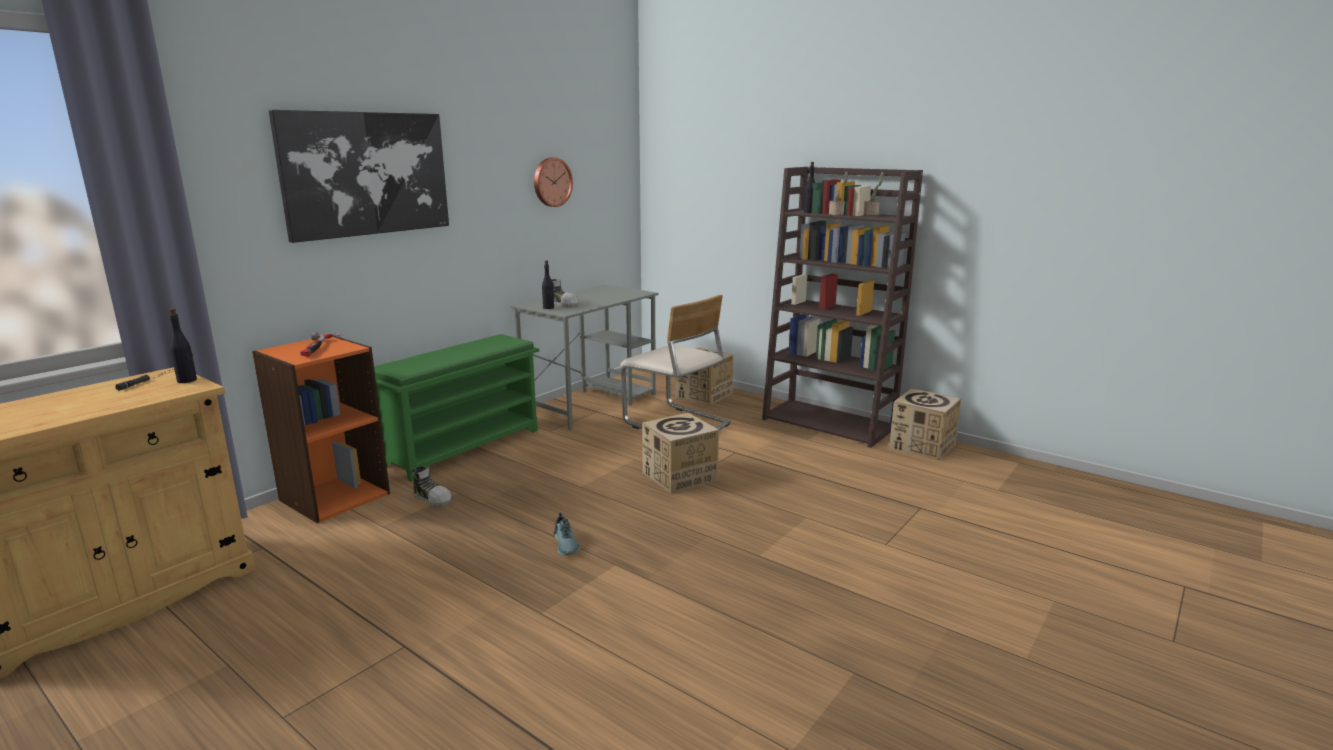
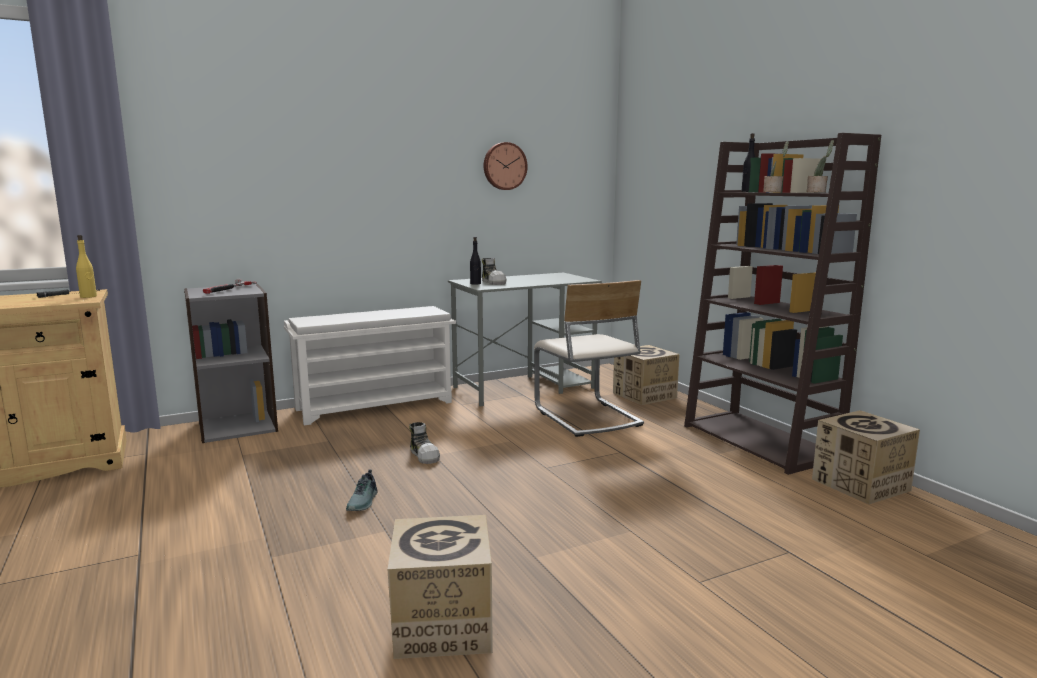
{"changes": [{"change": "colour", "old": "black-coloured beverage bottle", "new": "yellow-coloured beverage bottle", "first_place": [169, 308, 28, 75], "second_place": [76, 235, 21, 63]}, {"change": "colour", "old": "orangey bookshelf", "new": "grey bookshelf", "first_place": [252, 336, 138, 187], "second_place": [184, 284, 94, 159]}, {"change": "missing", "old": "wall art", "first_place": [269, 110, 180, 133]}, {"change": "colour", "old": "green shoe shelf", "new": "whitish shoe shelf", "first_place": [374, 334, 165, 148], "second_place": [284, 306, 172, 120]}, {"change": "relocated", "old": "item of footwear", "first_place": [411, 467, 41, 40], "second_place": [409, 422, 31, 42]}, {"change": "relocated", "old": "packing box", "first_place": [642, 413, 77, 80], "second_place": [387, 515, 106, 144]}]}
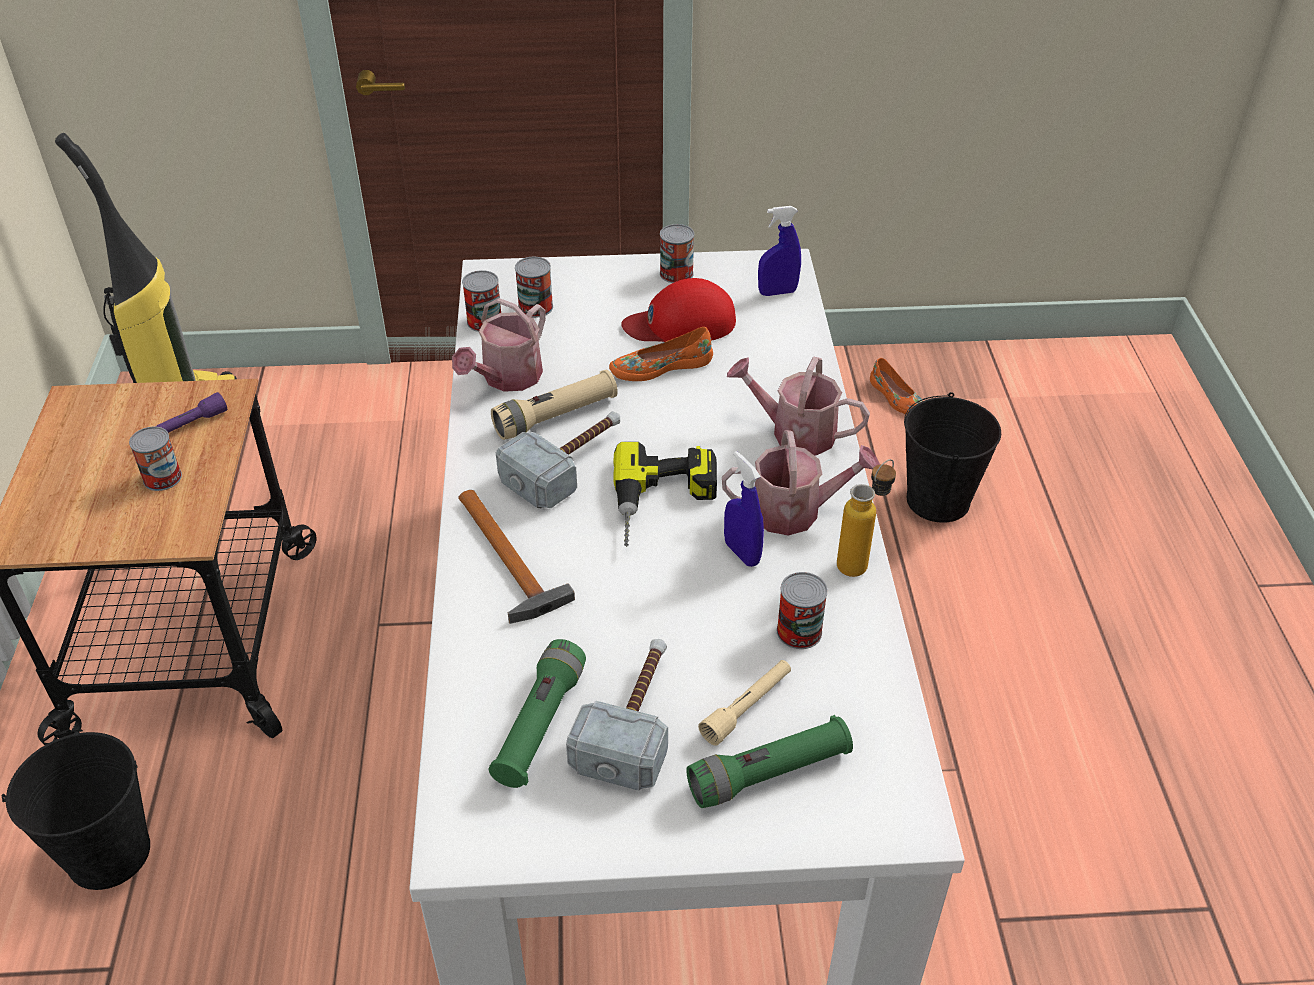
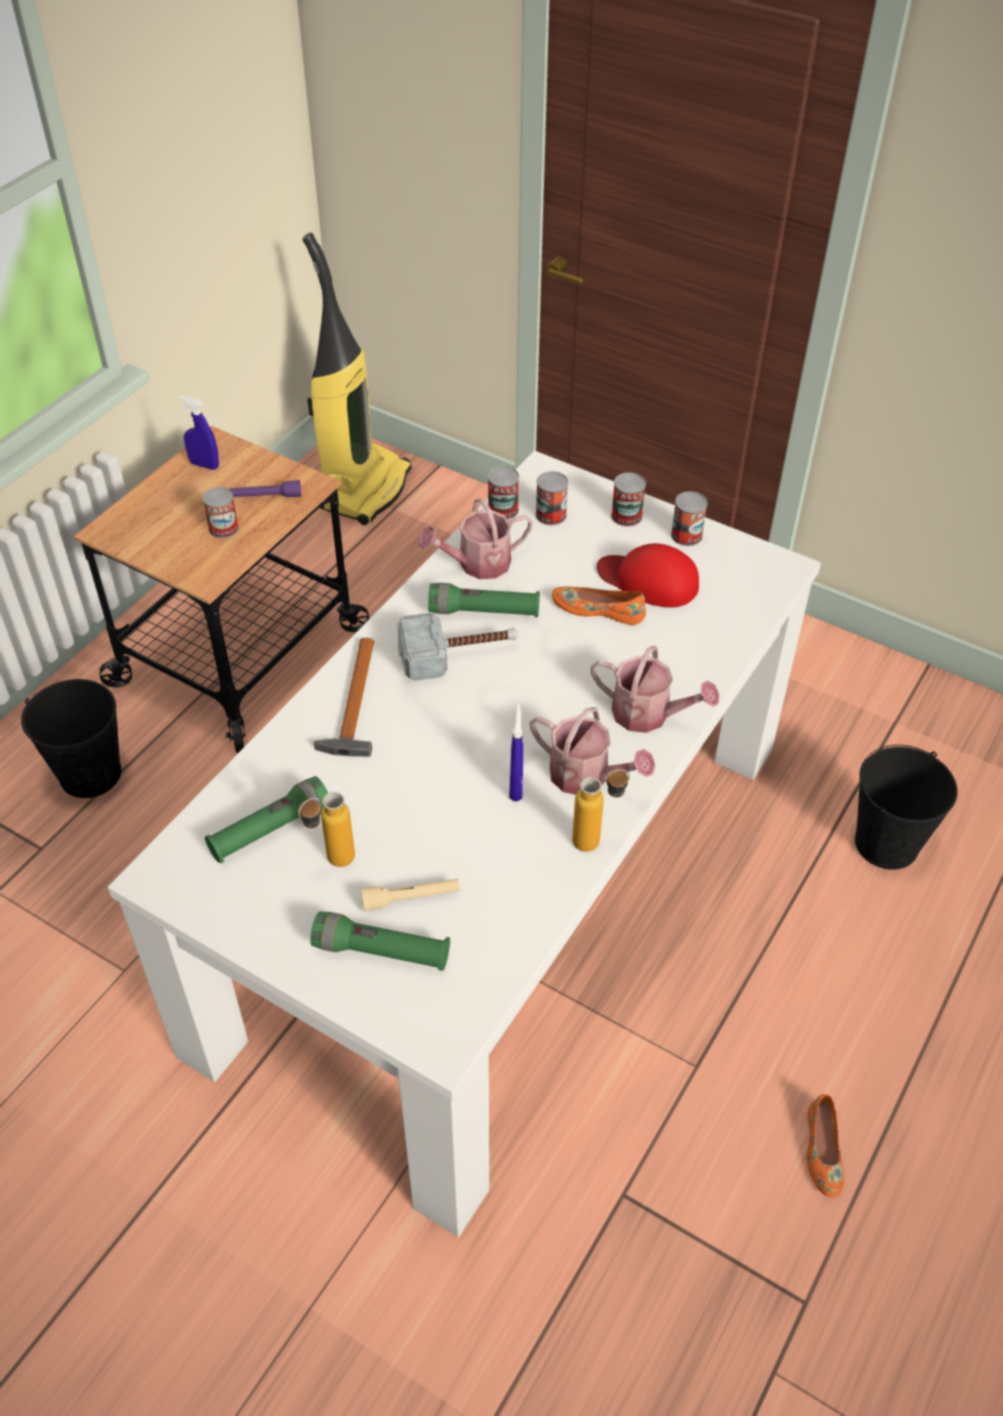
{"changes": [{"change": "colour", "old": "beige torch", "new": "green torch", "first_place": [491, 369, 127, 71], "second_place": [428, 583, 112, 34]}, {"change": "exchanged", "old": "tool hammer", "new": "beverage bottle", "first_place": [566, 639, 102, 152], "second_place": [298, 792, 57, 75]}, {"change": "missing", "old": "power drill", "first_place": [613, 442, 104, 105]}, {"change": "spun", "old": "watering can", "first_place": [727, 357, 143, 98], "second_place": [591, 646, 129, 87], "degrees": 150}, {"change": "relocated", "old": "blue hand sprayer", "first_place": [758, 206, 43, 90], "second_place": [179, 395, 40, 75]}, {"change": "relocated", "old": "can", "first_place": [777, 572, 51, 77], "second_place": [611, 472, 35, 55]}, {"change": "relocated", "old": "orangey item of footwear", "first_place": [870, 358, 53, 56], "second_place": [807, 1094, 37, 103]}]}
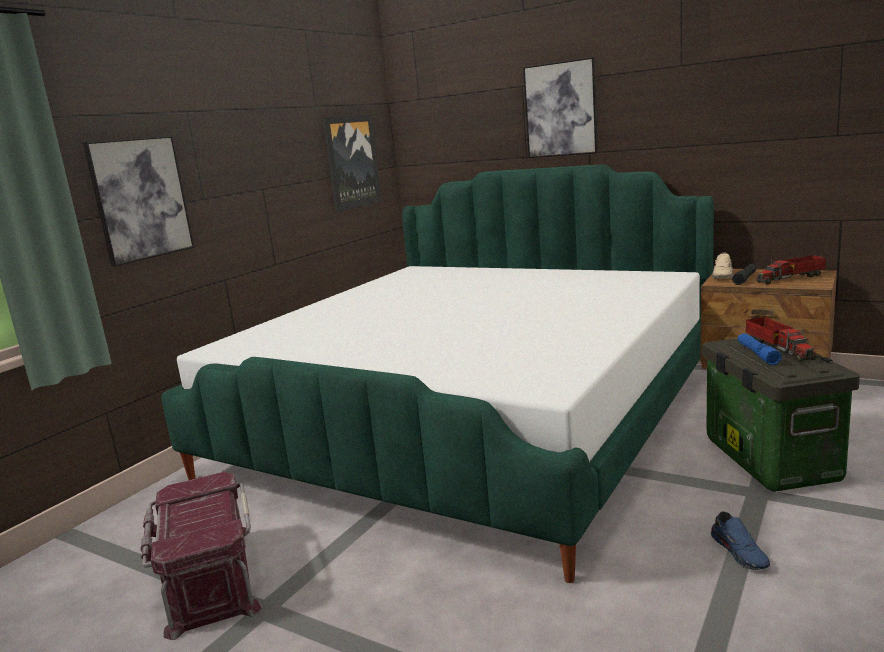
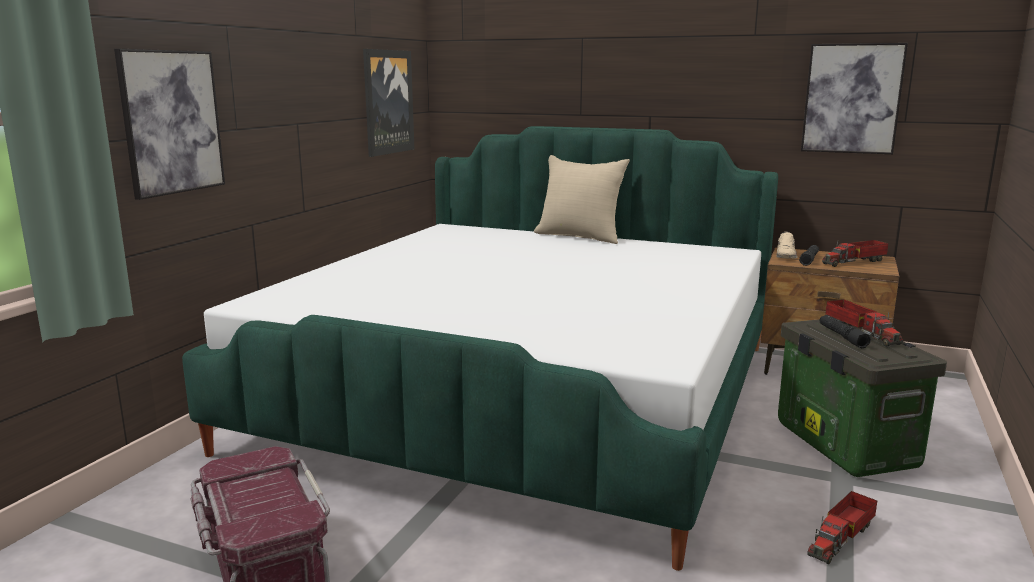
{"changes": [{"change": "relocated", "old": "wall art", "first_place": [523, 57, 75, 101], "second_place": [801, 43, 107, 111]}, {"change": "exchanged", "old": "blue item of footwear", "new": "toy lorry", "first_place": [711, 511, 59, 59], "second_place": [807, 491, 70, 73]}, {"change": "colour", "old": "blue torch", "new": "black-coloured torch", "first_place": [738, 333, 44, 32], "second_place": [819, 315, 52, 33]}, {"change": "appeared", "new": "beige pillow", "second_place": [534, 155, 96, 89]}]}
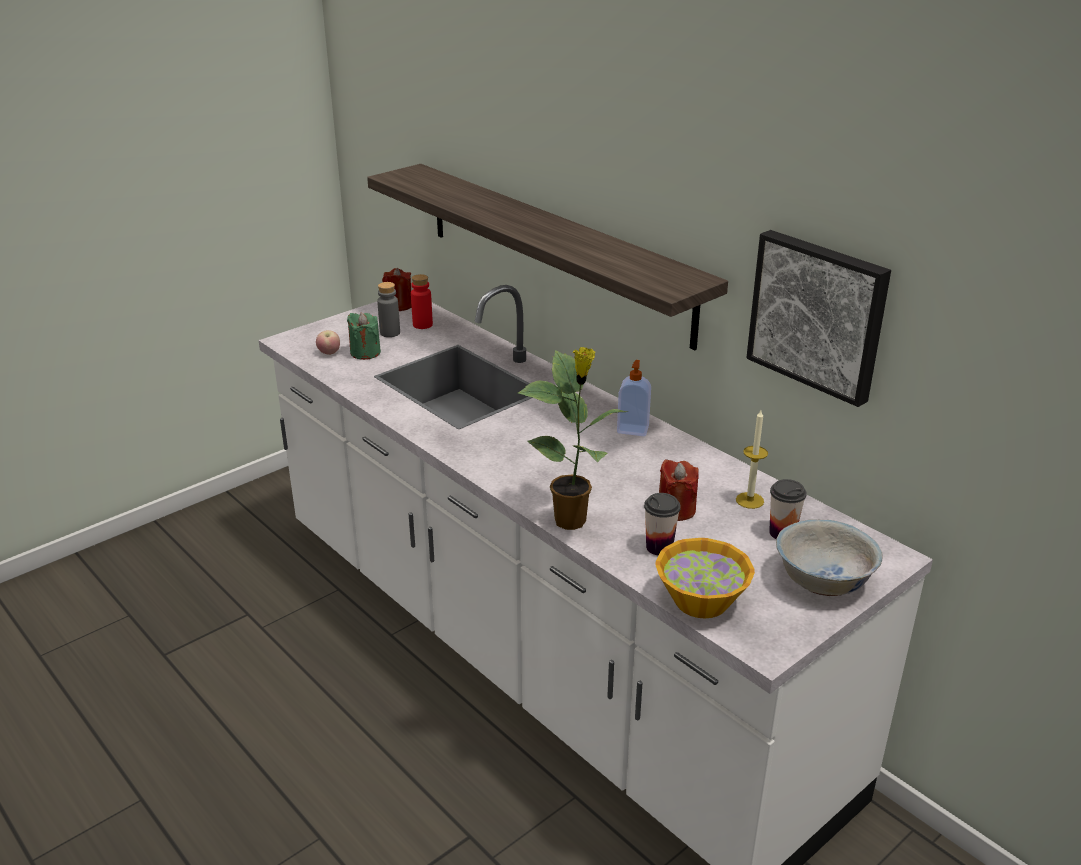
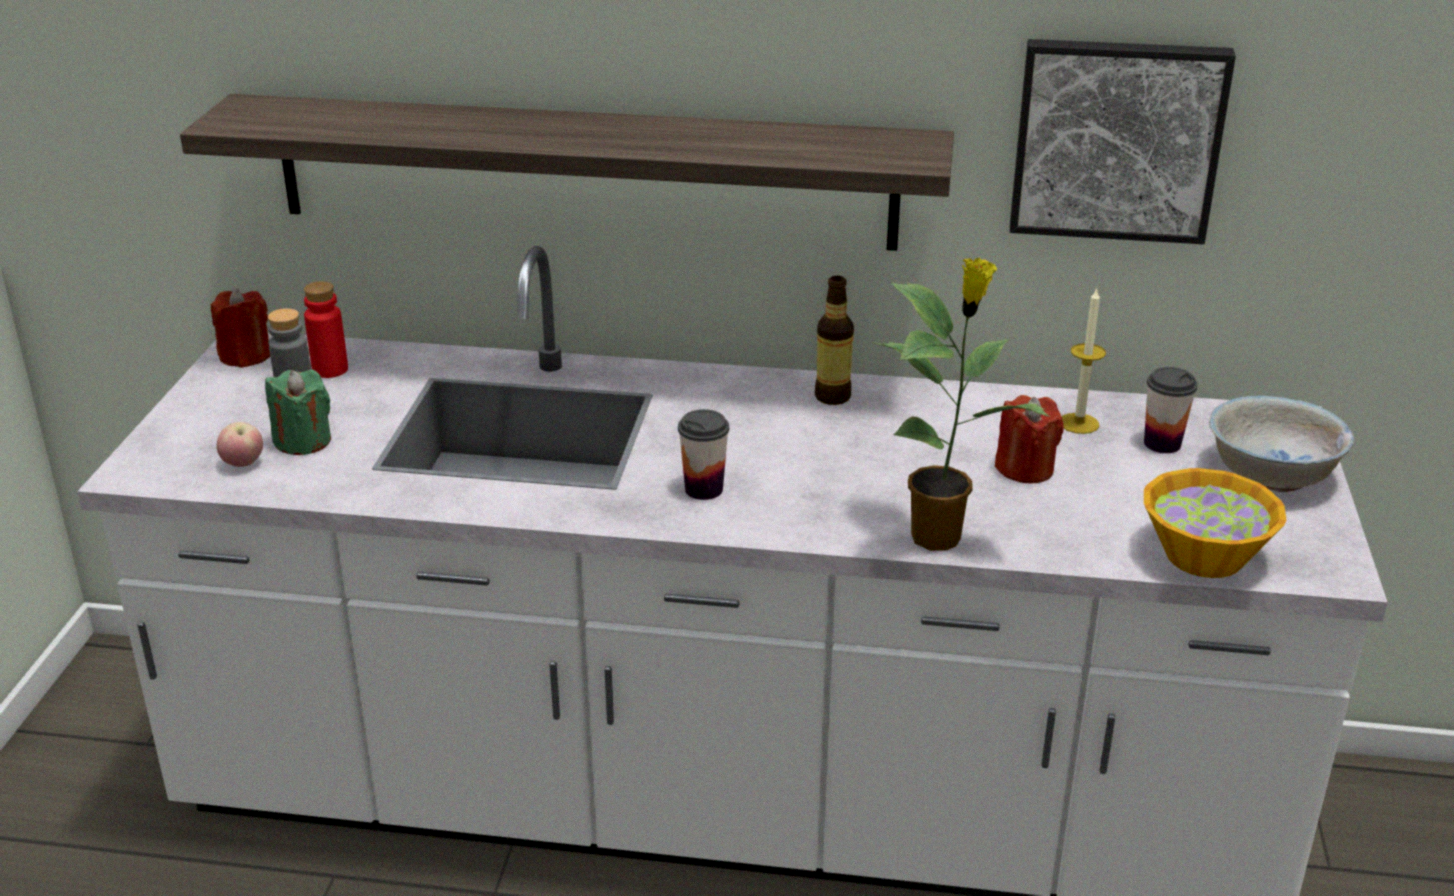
{"changes": [{"change": "exchanged", "old": "soap dispenser", "new": "beverage bottle", "first_place": [617, 360, 34, 76], "second_place": [815, 276, 39, 129]}, {"change": "relocated", "old": "drinking cup", "first_place": [644, 493, 37, 63], "second_place": [678, 409, 51, 91]}]}
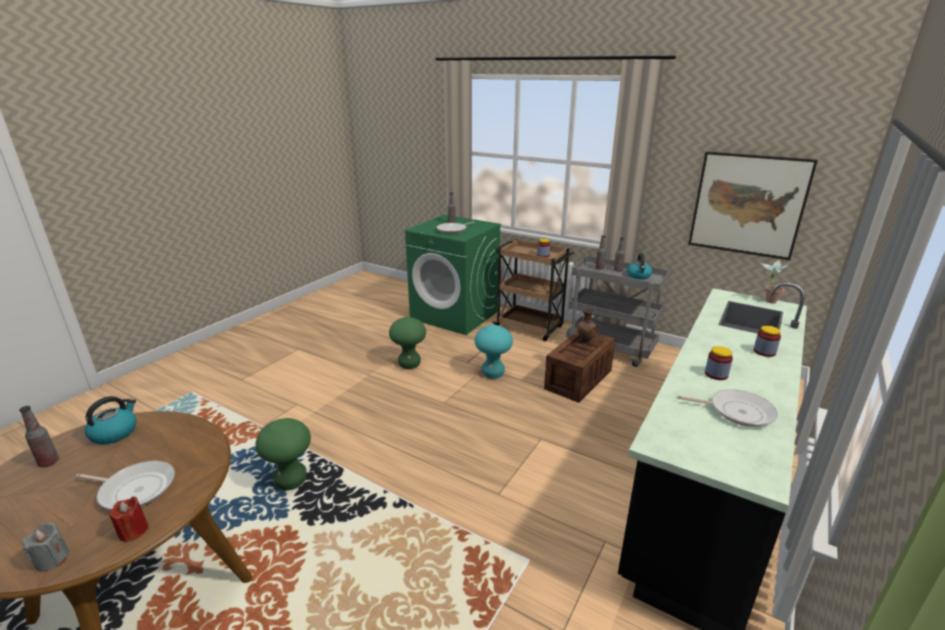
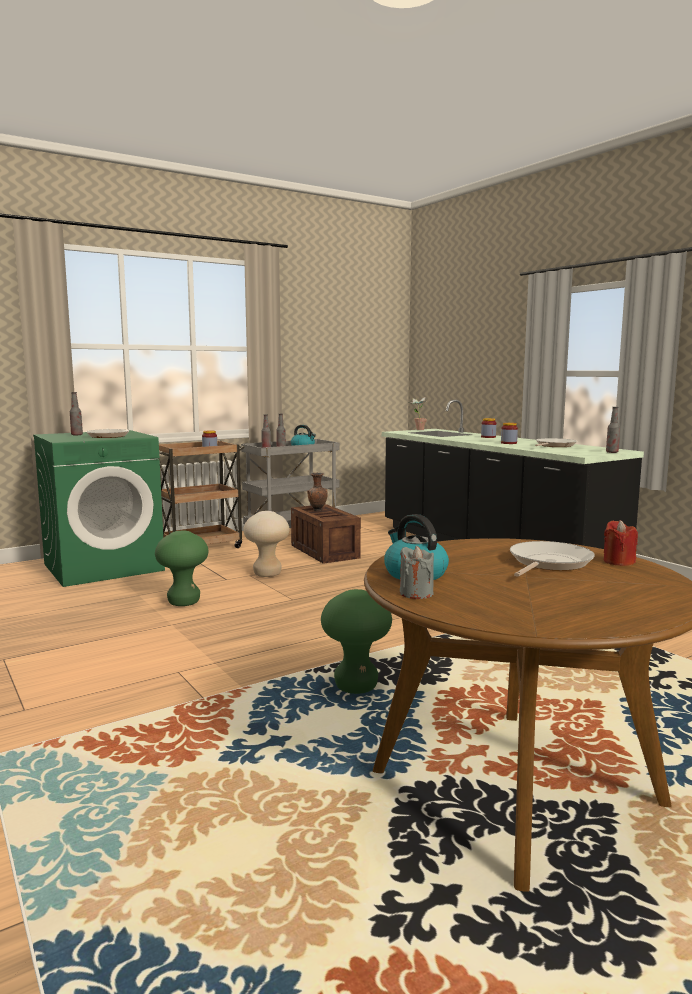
{"changes": [{"change": "relocated", "old": "beverage bottle", "first_place": [19, 406, 40, 61], "second_place": [606, 407, 14, 46]}, {"change": "relocated", "old": "grey candle", "first_place": [22, 523, 47, 49], "second_place": [400, 546, 34, 53]}, {"change": "colour", "old": "turquoise sitting stool", "new": "beige sitting stool", "first_place": [475, 325, 38, 54], "second_place": [243, 511, 46, 66]}, {"change": "missing", "old": "wall art", "first_place": [688, 152, 130, 108]}]}
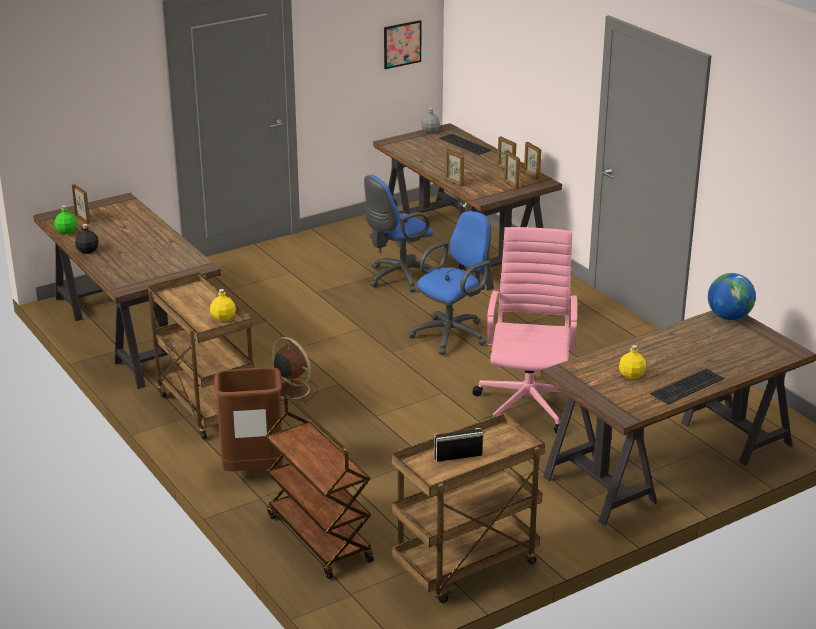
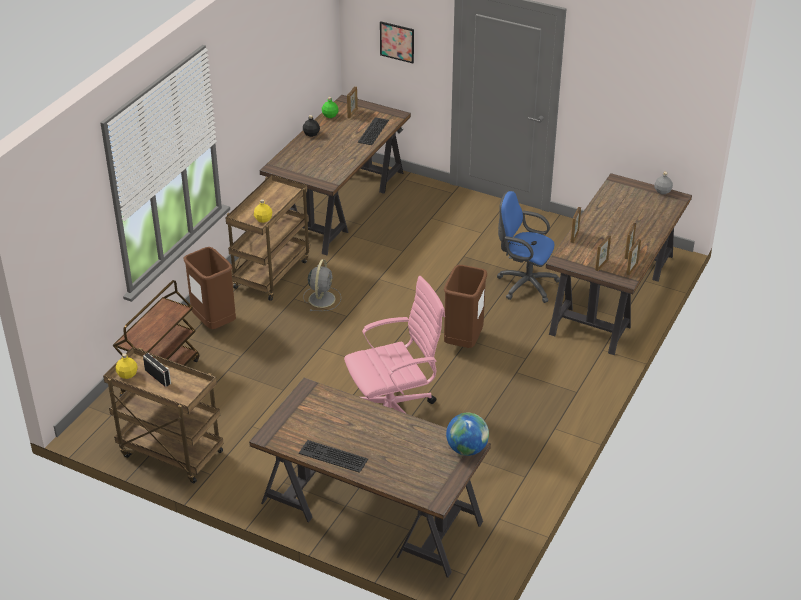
{"changes": [{"change": "colour", "old": "brown electric fan", "new": "grey electric fan", "first_place": [272, 337, 46, 66], "second_place": [303, 259, 38, 52]}, {"change": "relocated", "old": "wall art", "first_place": [384, 20, 37, 49], "second_place": [380, 21, 34, 42]}, {"change": "exchanged", "old": "blue office chair", "new": "brown waste bin", "first_place": [408, 211, 83, 144], "second_place": [444, 265, 43, 83]}, {"change": "relocated", "old": "keyboard", "first_place": [439, 134, 52, 21], "second_place": [358, 117, 31, 28]}, {"change": "relocated", "old": "yellow-coloured beverage bottle", "first_place": [619, 345, 27, 34], "second_place": [116, 353, 22, 26]}]}
